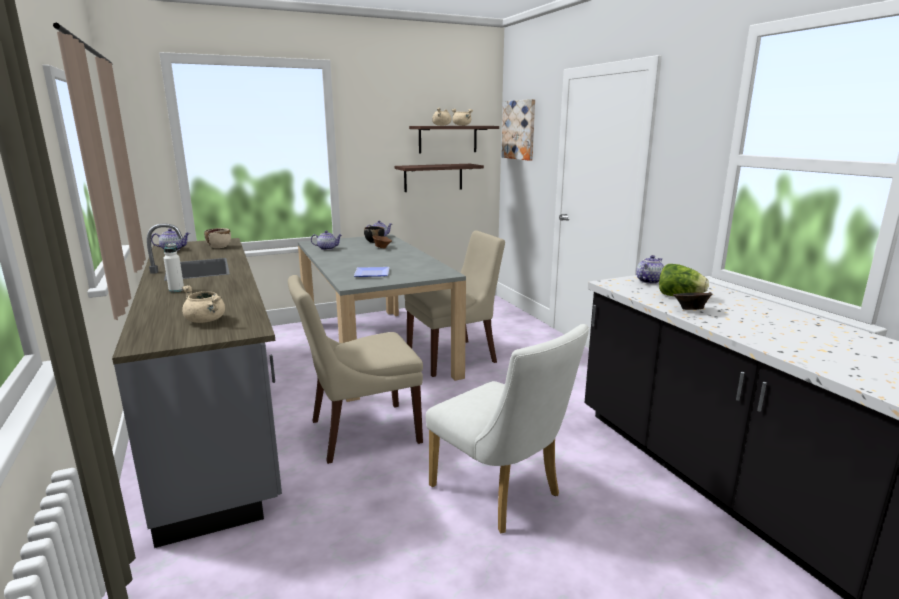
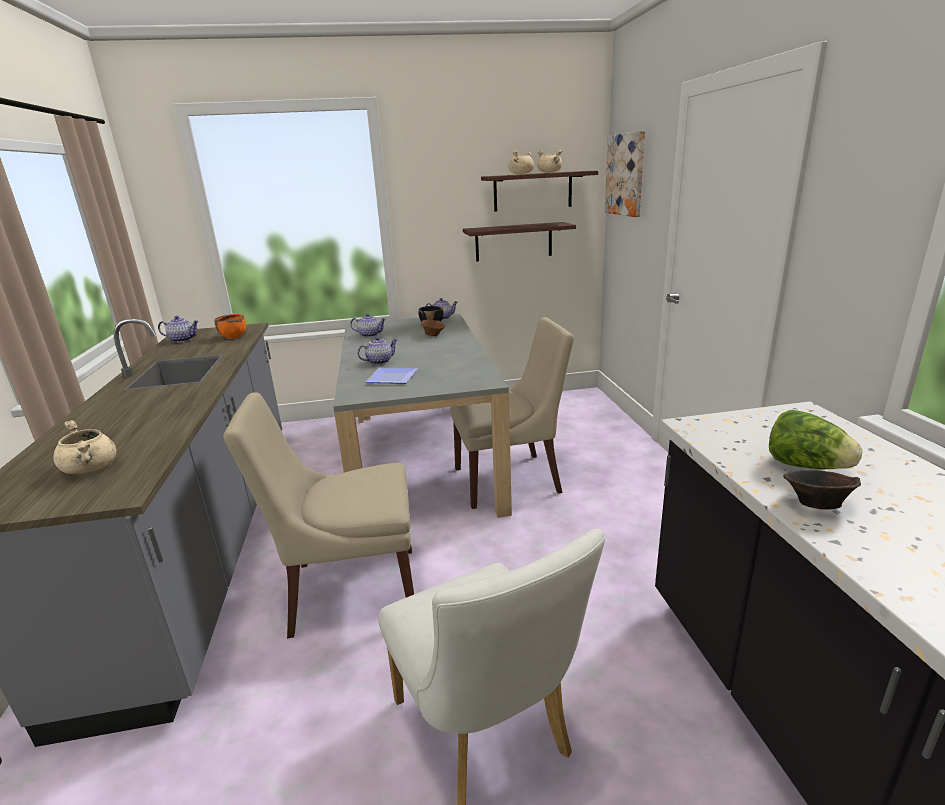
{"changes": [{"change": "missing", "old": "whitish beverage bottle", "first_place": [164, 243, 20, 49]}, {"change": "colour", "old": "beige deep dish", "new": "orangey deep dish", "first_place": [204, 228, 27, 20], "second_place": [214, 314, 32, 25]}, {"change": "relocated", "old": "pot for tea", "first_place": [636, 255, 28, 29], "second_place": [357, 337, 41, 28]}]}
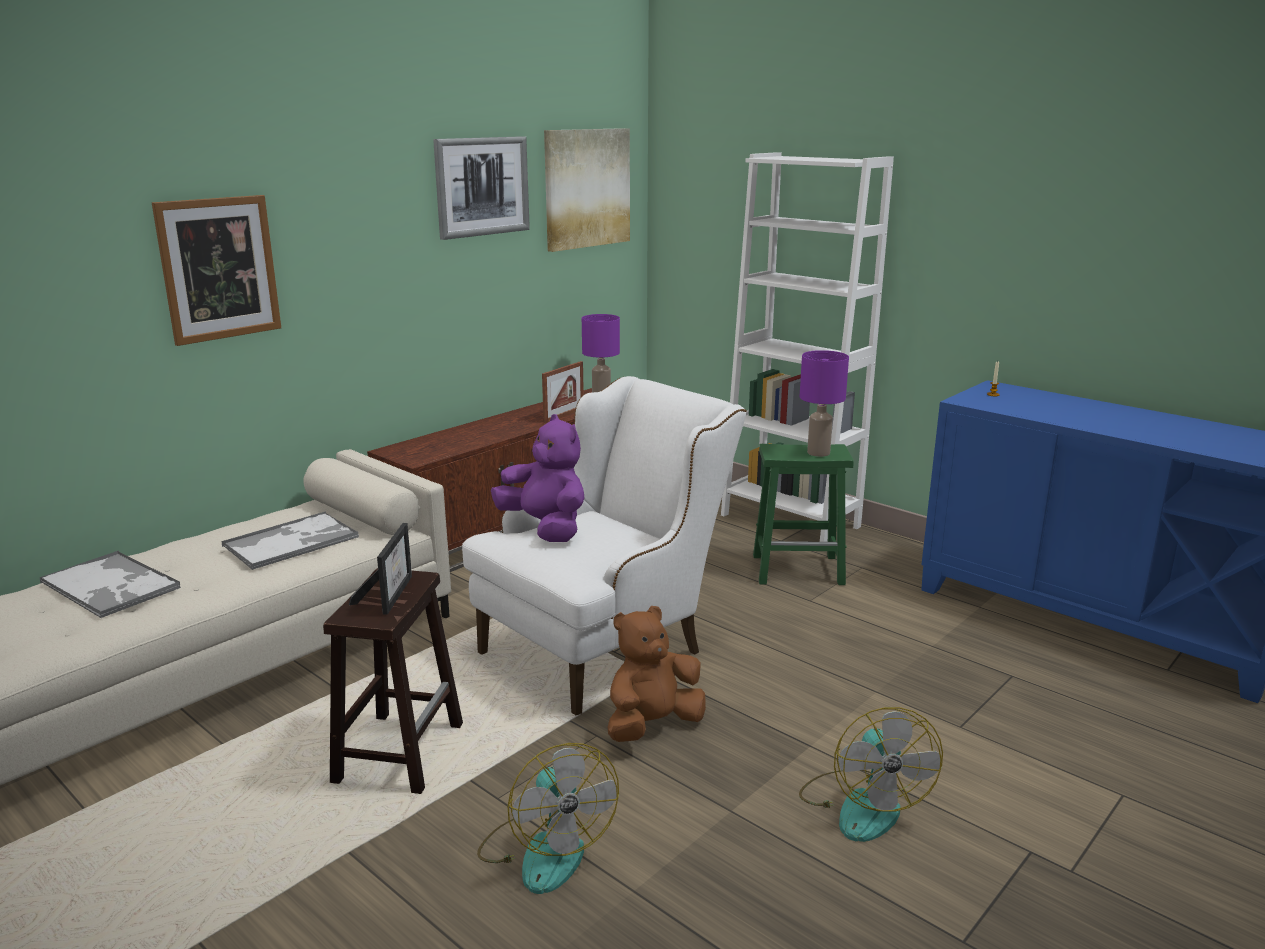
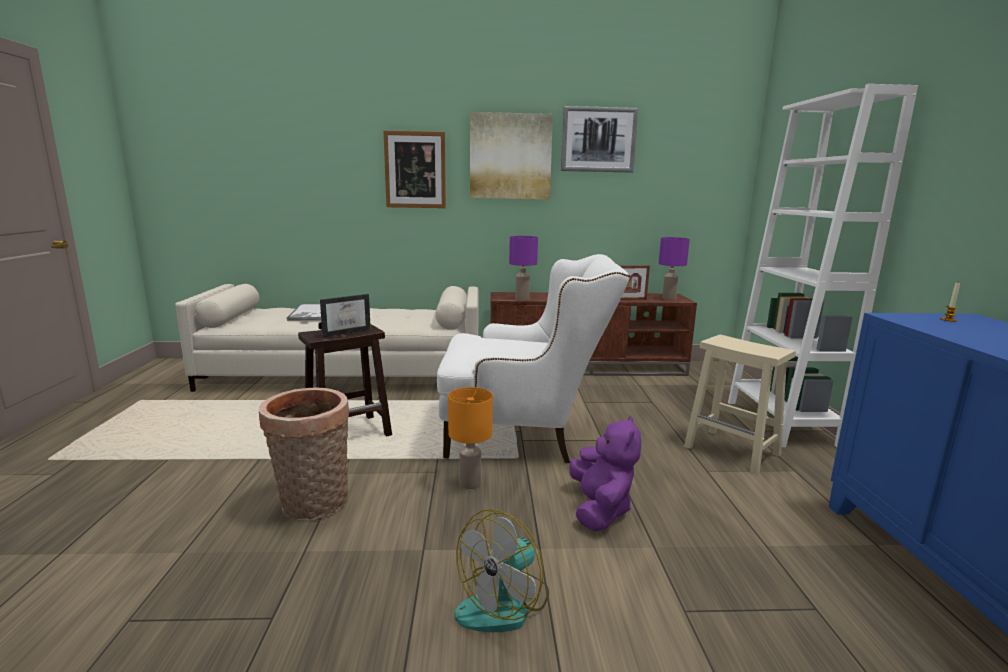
{"changes": [{"change": "missing", "old": "serving tray", "first_place": [221, 511, 138, 59]}, {"change": "exchanged", "old": "electric fan", "new": "household basket", "first_place": [477, 743, 142, 151], "second_place": [259, 387, 90, 133]}, {"change": "relocated", "old": "purple plush toy", "first_place": [491, 414, 94, 128], "second_place": [569, 415, 72, 117]}, {"change": "relocated", "old": "wall art", "first_place": [544, 128, 86, 124], "second_place": [470, 112, 83, 87]}, {"change": "exchanged", "old": "brown plush toy", "new": "orangey lamp for a table", "first_place": [608, 606, 98, 136], "second_place": [448, 387, 45, 102]}, {"change": "colour", "old": "green sitting stool", "new": "beige sitting stool", "first_place": [753, 444, 101, 141], "second_place": [684, 335, 112, 140]}, {"change": "relocated", "old": "purple lamp for a table", "first_place": [800, 350, 49, 107], "second_place": [509, 236, 29, 64]}]}
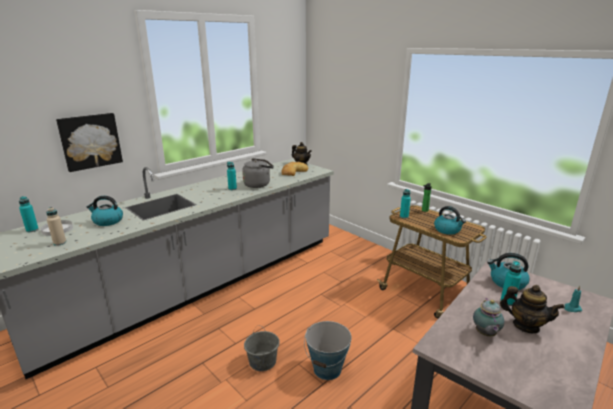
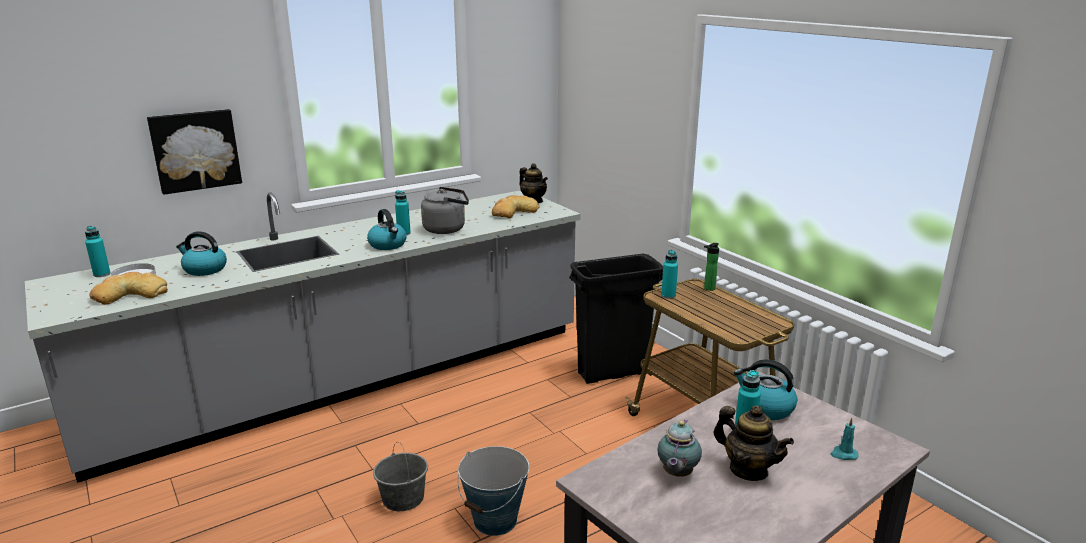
{"changes": [{"change": "exchanged", "old": "beige beverage bottle", "new": "bakery bread", "first_place": [46, 207, 20, 39], "second_place": [89, 272, 79, 33]}, {"change": "relocated", "old": "kettle", "first_place": [434, 206, 32, 29], "second_place": [367, 209, 40, 41]}, {"change": "appeared", "new": "black-coloured waste bin", "second_place": [569, 254, 94, 130]}]}
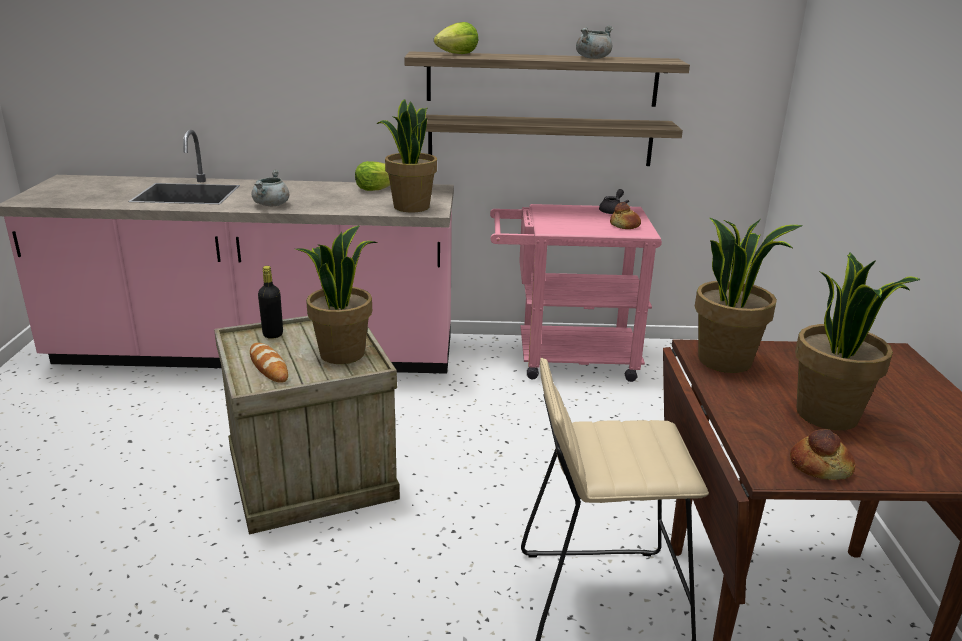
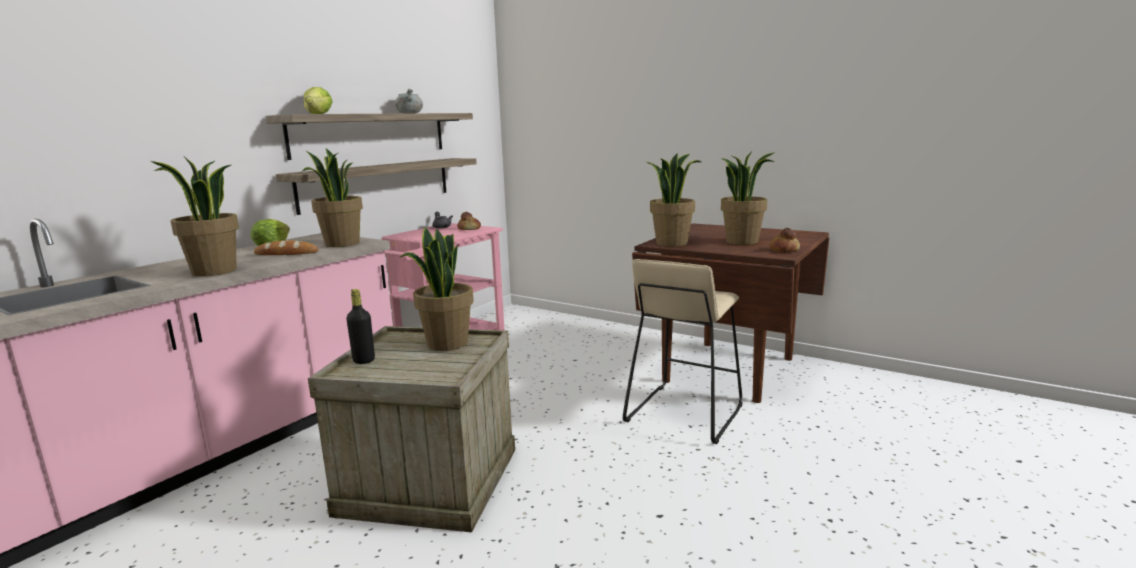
{"changes": [{"change": "relocated", "old": "bakery bread", "first_place": [250, 343, 38, 40], "second_place": [254, 240, 65, 15]}, {"change": "exchanged", "old": "grey cooking pot", "new": "houseplant", "first_place": [252, 169, 37, 37], "second_place": [150, 157, 89, 119]}]}
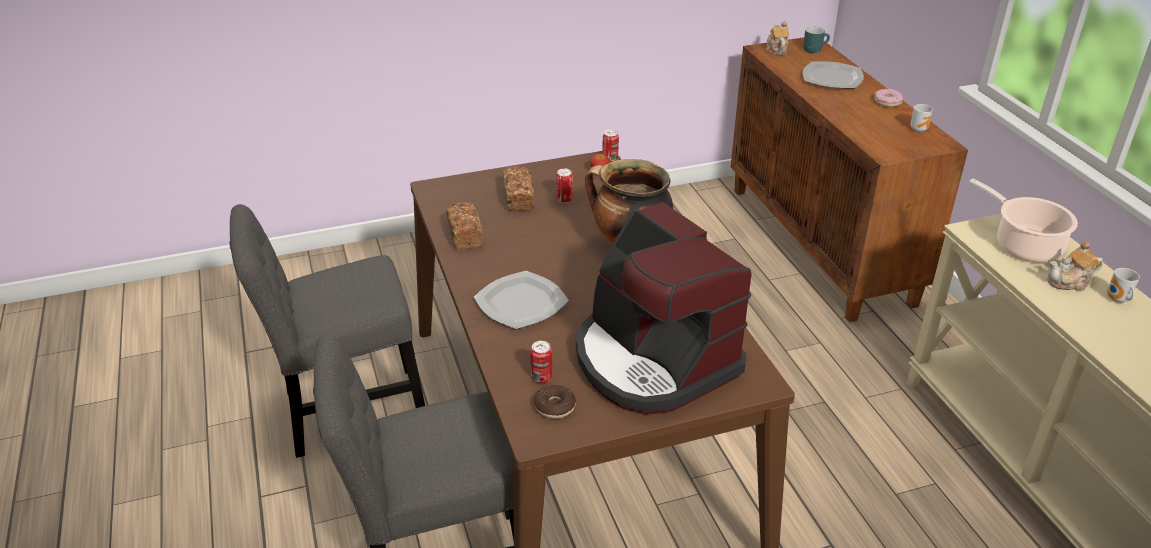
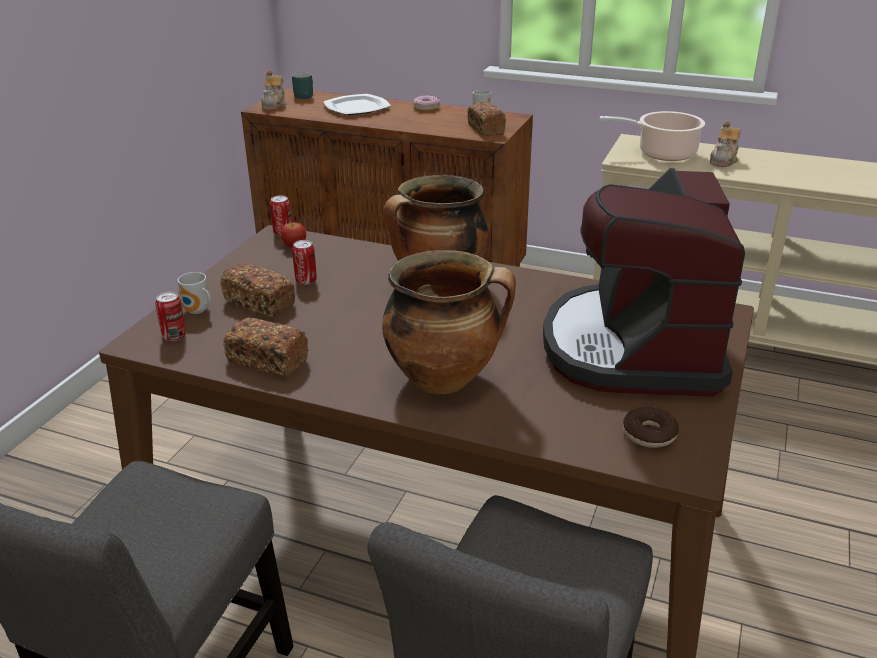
{"changes": [{"change": "exchanged", "old": "dinner plate", "new": "cooking pot", "first_place": [474, 271, 95, 58], "second_place": [382, 250, 134, 144]}, {"change": "relocated", "old": "can", "first_place": [530, 341, 22, 42], "second_place": [155, 292, 31, 49]}, {"change": "spun", "old": "coffee machine", "first_place": [576, 202, 176, 213], "second_place": [543, 168, 202, 229], "degrees": 90}, {"change": "spun", "old": "pot for tea", "first_place": [766, 21, 23, 34], "second_place": [261, 70, 26, 40], "degrees": -120}, {"change": "relocated", "old": "tea mug", "first_place": [1107, 268, 33, 35], "second_place": [178, 272, 33, 42]}, {"change": "appeared", "new": "bakery bread", "second_place": [468, 102, 38, 34]}]}
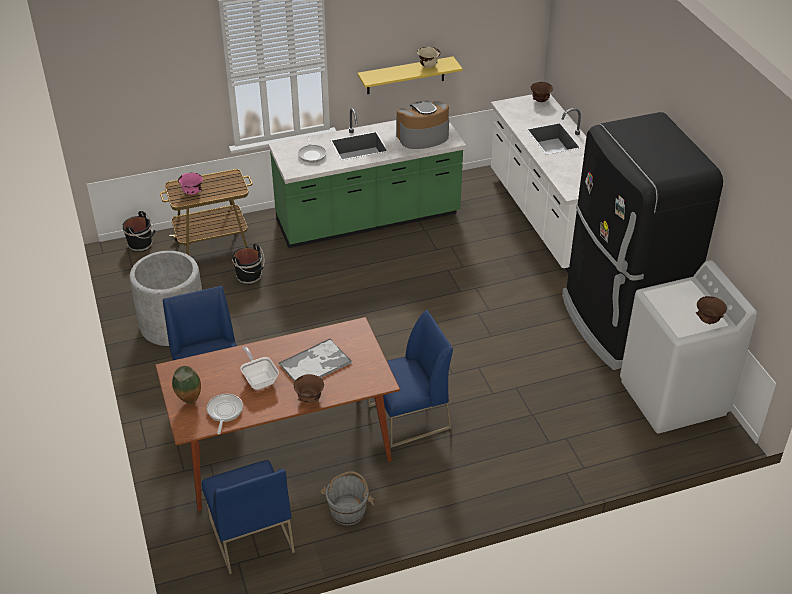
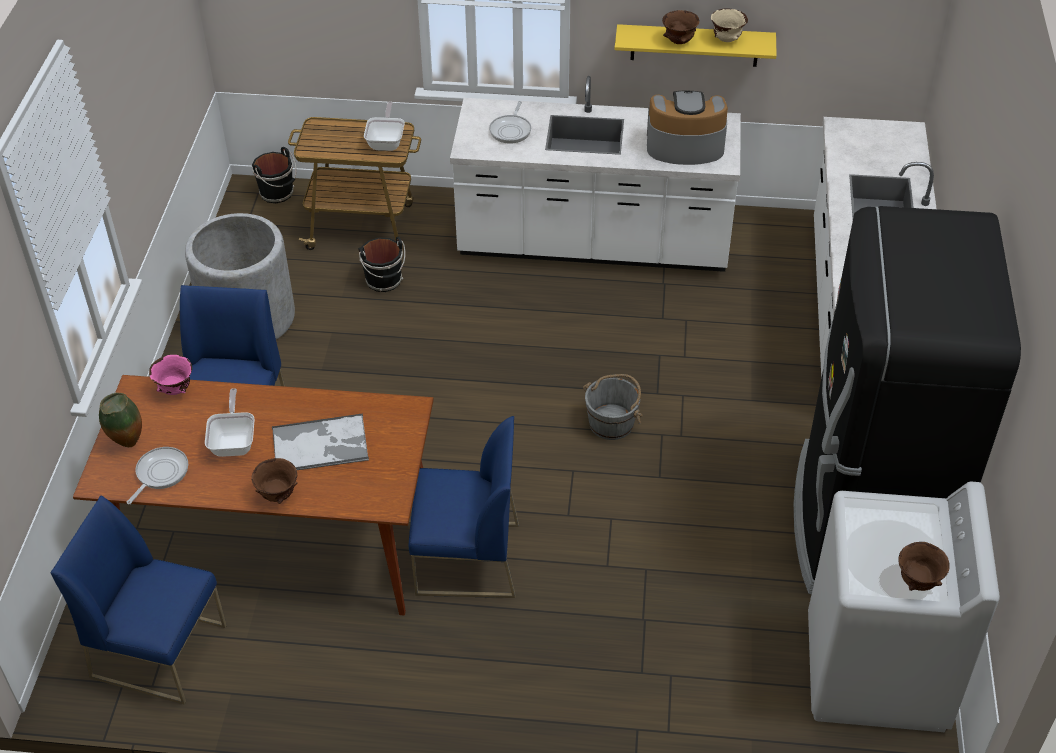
{"changes": [{"change": "relocated", "old": "pink-coloured deep dish", "first_place": [178, 173, 25, 22], "second_place": [149, 355, 43, 40]}, {"change": "spun", "old": "blue chair", "first_place": [201, 460, 94, 114], "second_place": [50, 496, 177, 209], "degrees": 105}, {"change": "colour", "old": "green kitchen counter", "new": "whitish kitchen counter", "first_place": [268, 108, 198, 140], "second_place": [450, 76, 291, 196]}, {"change": "relocated", "old": "grey bucket", "first_place": [321, 471, 53, 54], "second_place": [583, 374, 60, 66]}, {"change": "relocated", "old": "brown deep dish", "first_place": [530, 82, 23, 20], "second_place": [662, 10, 38, 34]}, {"change": "appeared", "new": "frying pan", "second_place": [364, 102, 41, 49]}]}
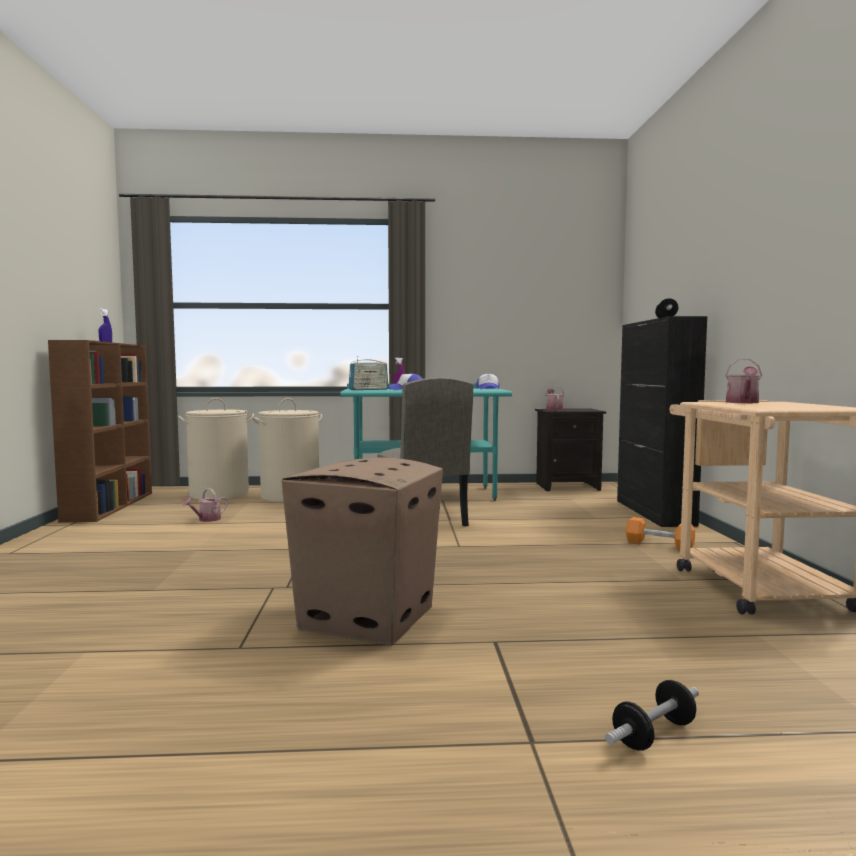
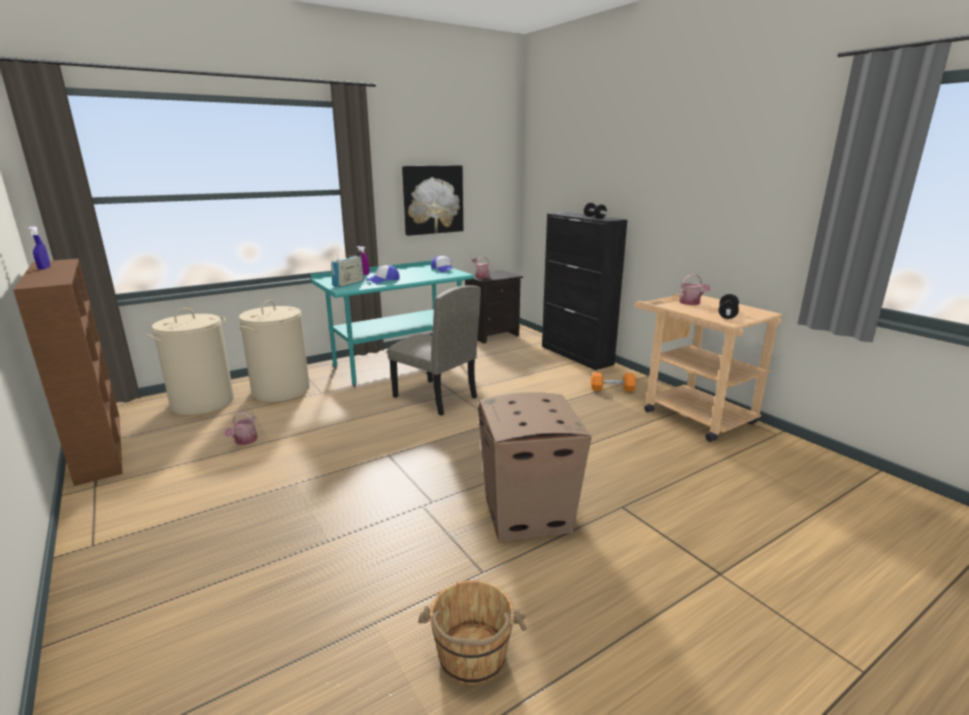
{"changes": [{"change": "relocated", "old": "free weight", "first_place": [605, 680, 94, 71], "second_place": [718, 294, 21, 25]}, {"change": "appeared", "new": "wall art", "second_place": [402, 165, 61, 71]}, {"change": "appeared", "new": "brown bucket", "second_place": [418, 580, 108, 106]}]}
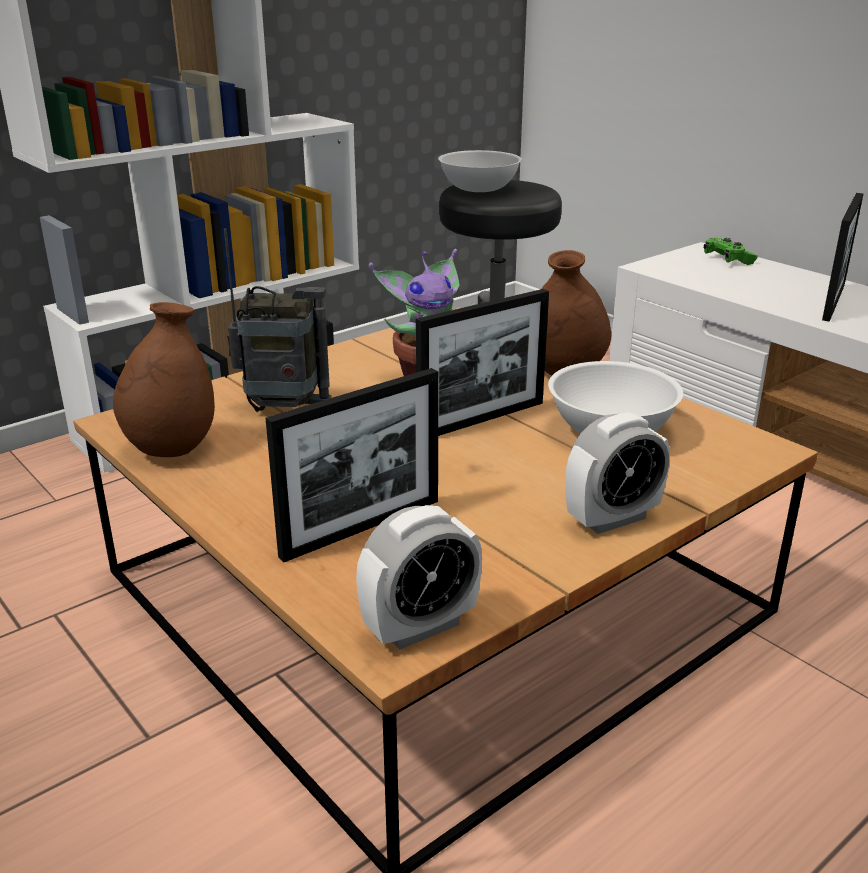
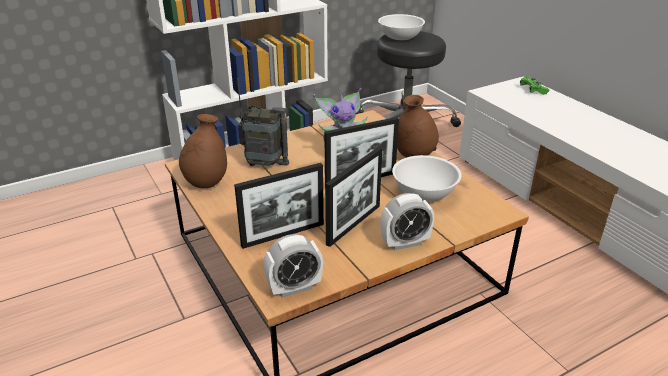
{"changes": [{"change": "relocated", "old": "photo frame", "first_place": [822, 193, 41, 129], "second_place": [325, 147, 57, 100]}]}
